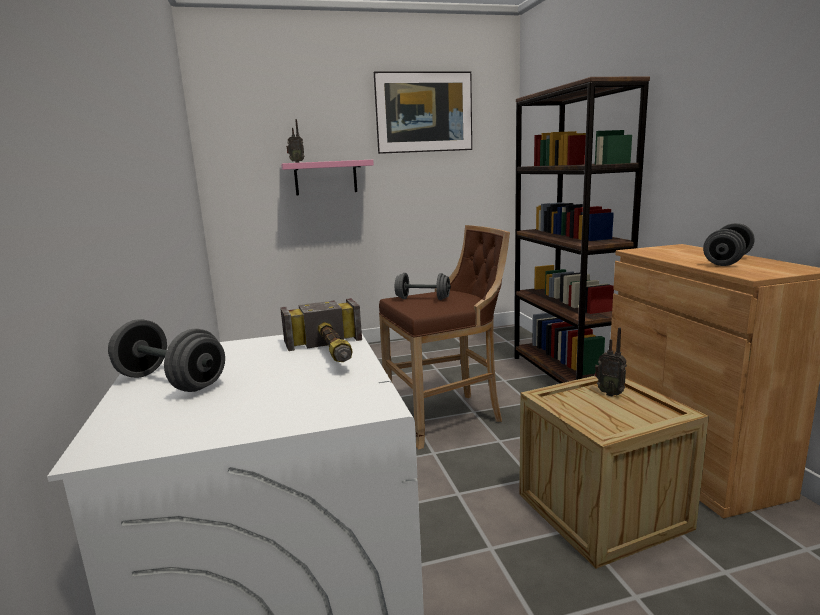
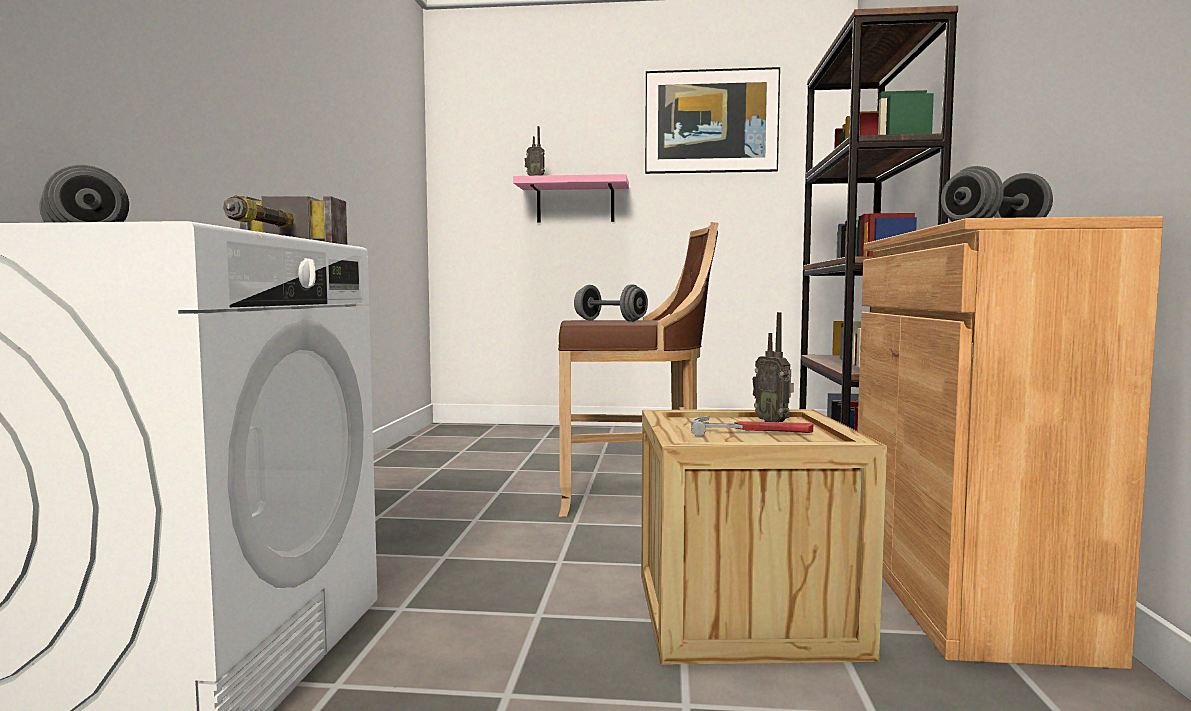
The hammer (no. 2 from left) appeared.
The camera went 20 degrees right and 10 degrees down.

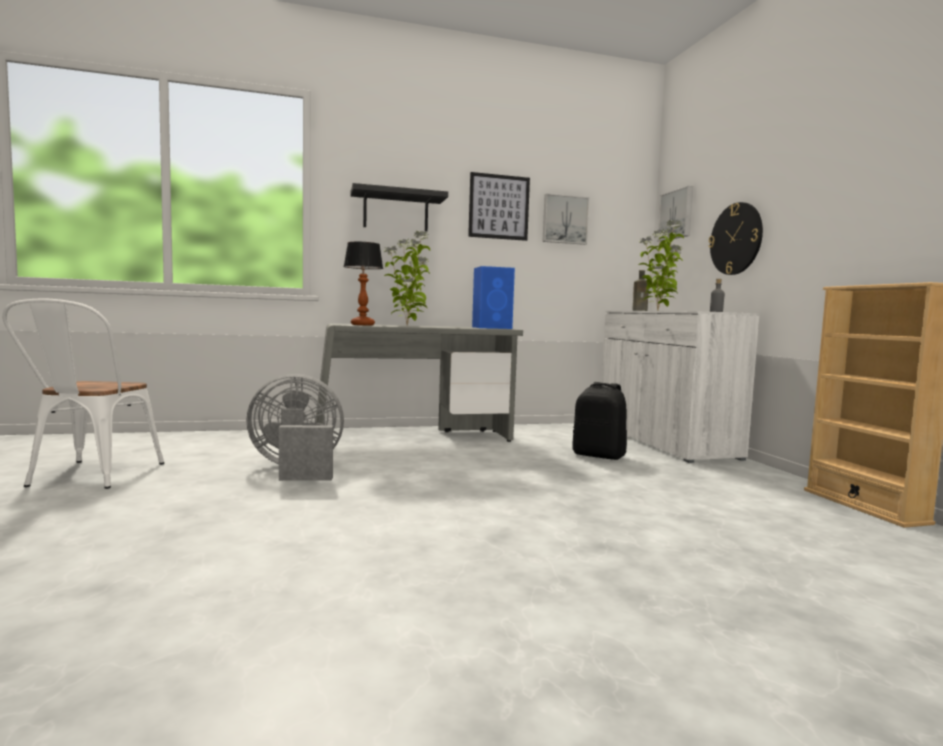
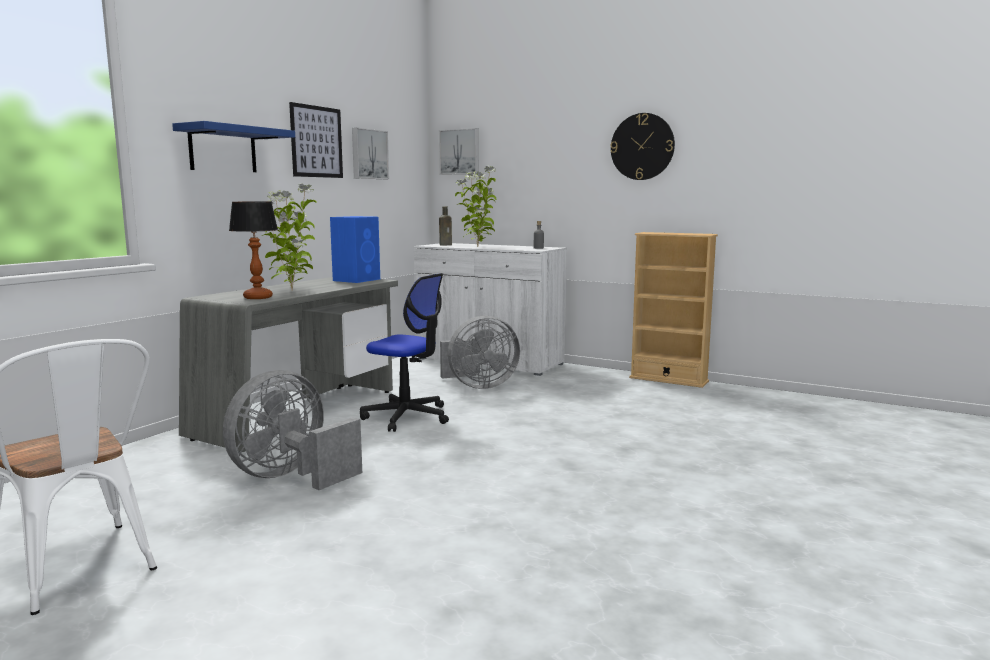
The shelf (black) became the shelf (blue).
The wall clock moved.
The backpack (black) was replaced by the fan (grey) (no. 2 from left).
The office chair appeared.
The camera went 45 degrees left and 5 degrees up.

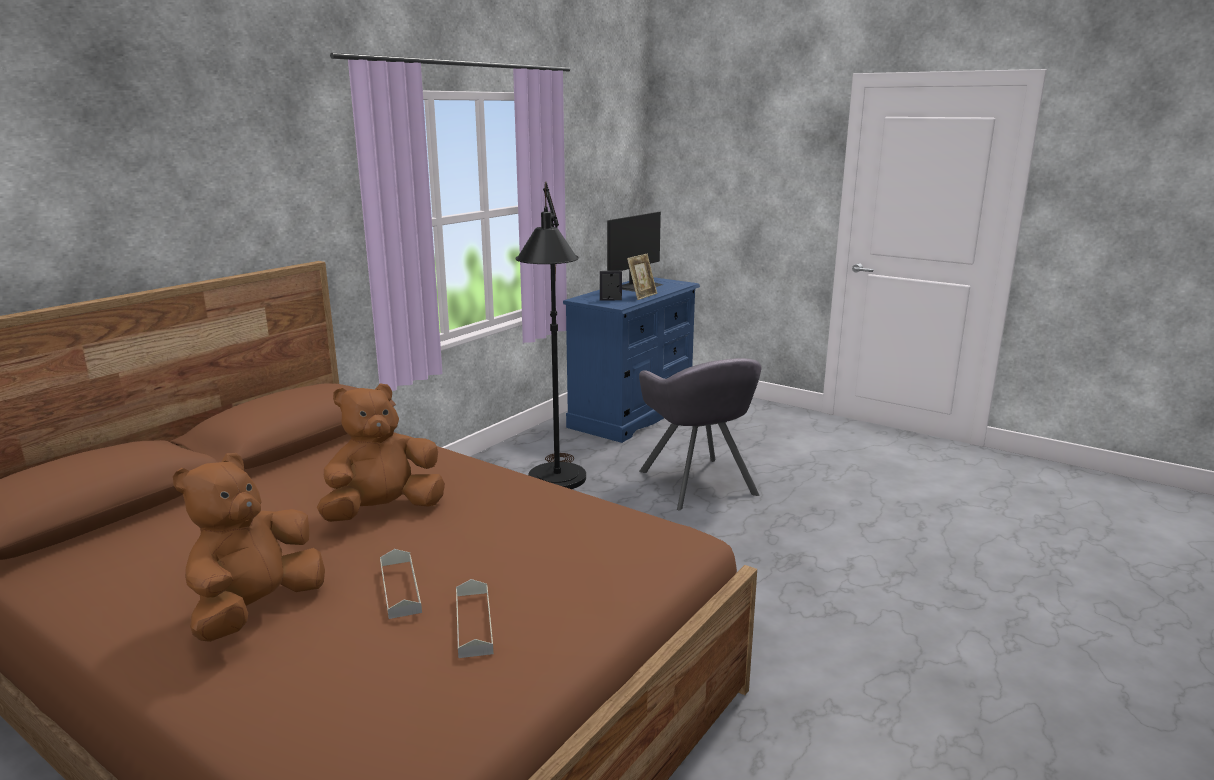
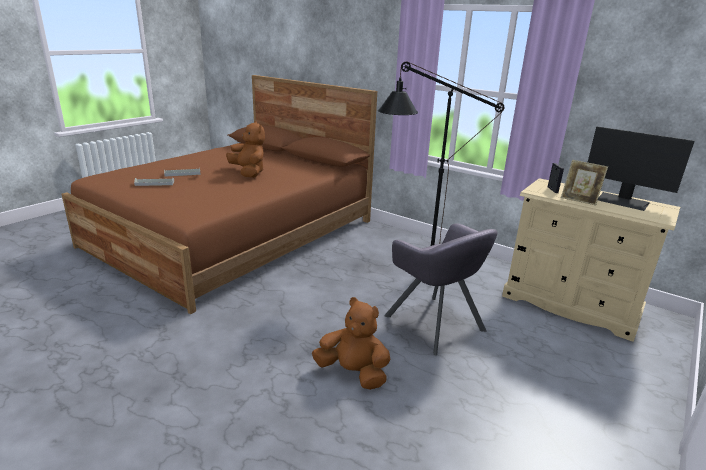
The dresser (blue) became the dresser (beige).
The armchair (grey) turned 105 degrees counterclockwise.
The plush toy (brown) (no. 1 from left in the first image) moved.
The camera went 90 degrees right and 5 degrees up.

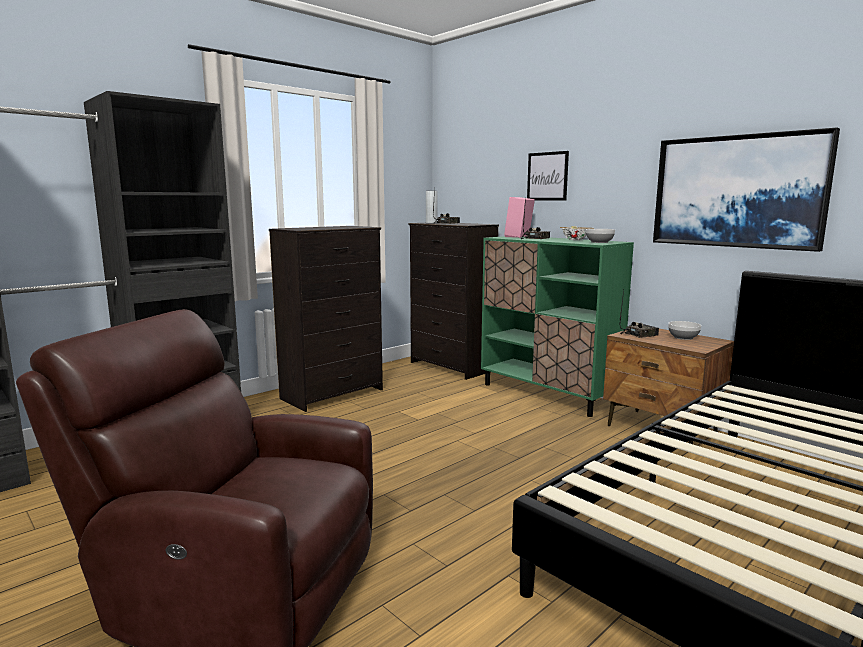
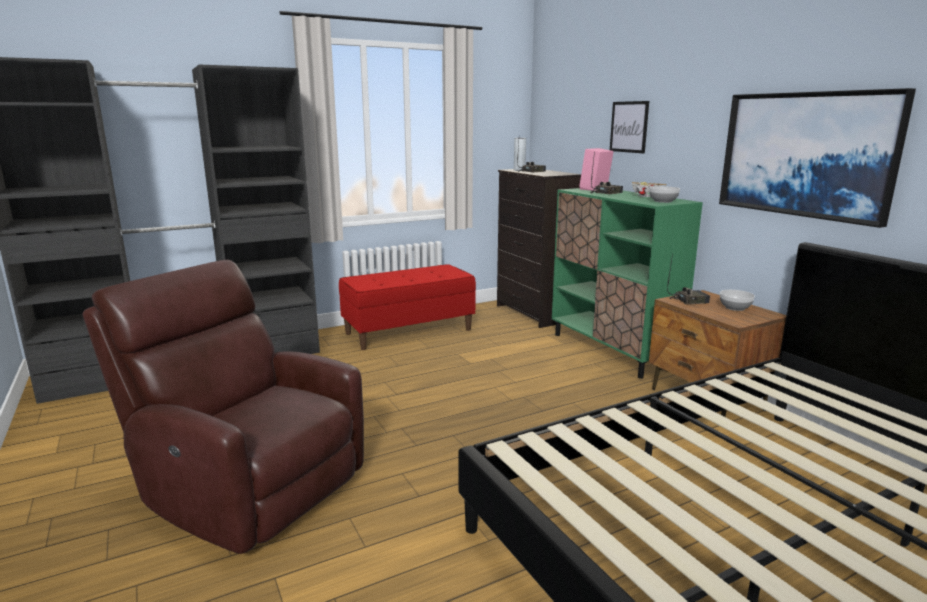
The dresser (black) (no. 1 from left) was replaced by the bench (red).
The camera went 15 degrees right and 5 degrees up.

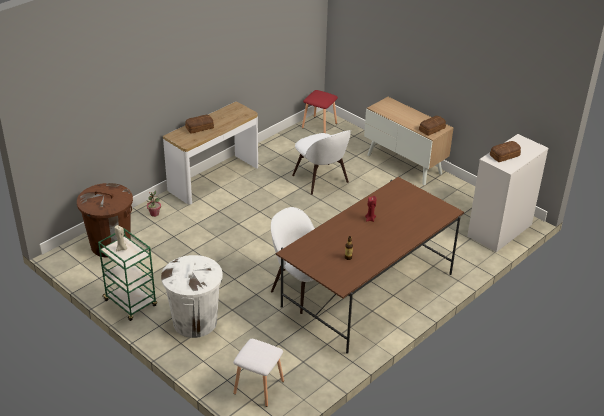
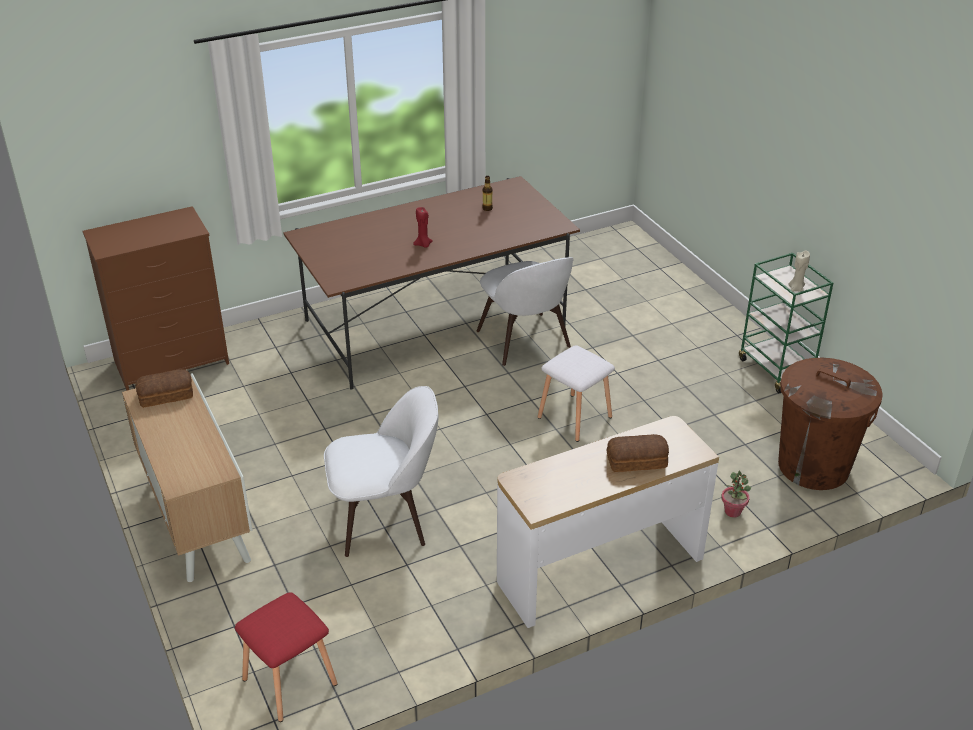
The chair (white) (no. 2 from left in the first image) turned 90 degrees clockwise.
The dresser (white) became the dresser (brown).
The bread (no. 3 from left) disappeared.
The trash can (white) disappeared.
The stool (white) moved.
The camera went 160 degrees left and 0 degrees up.

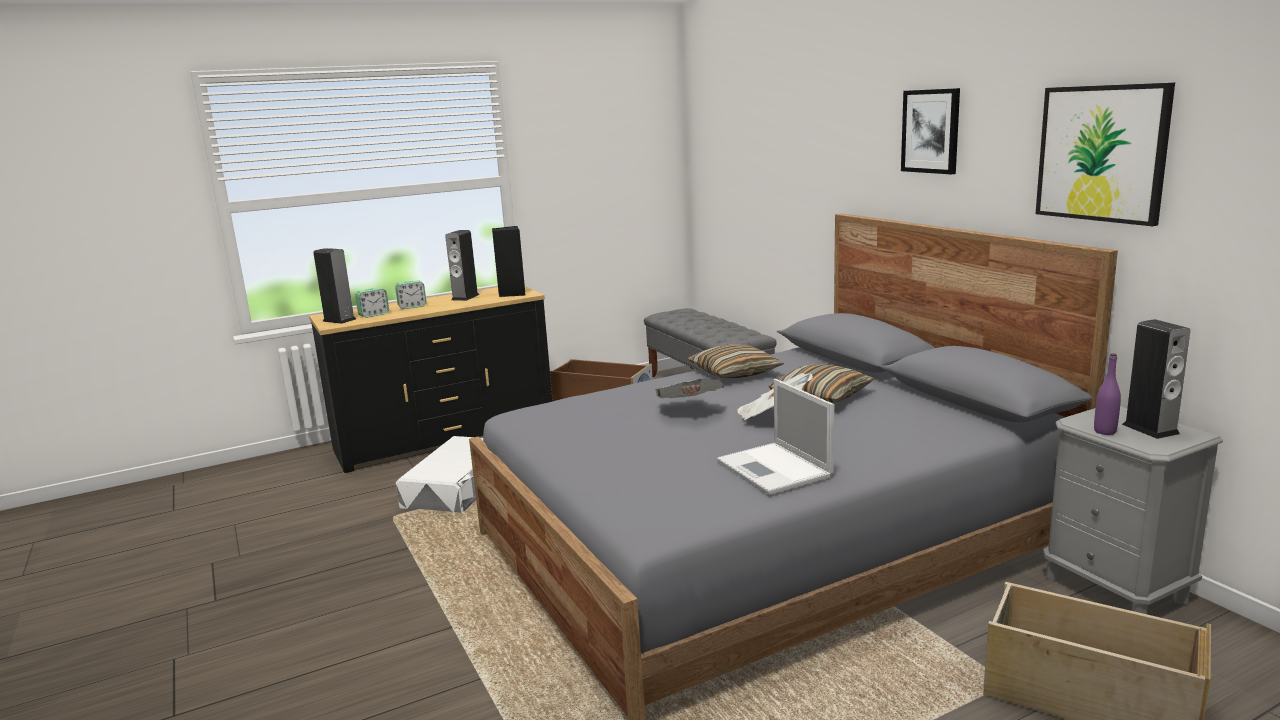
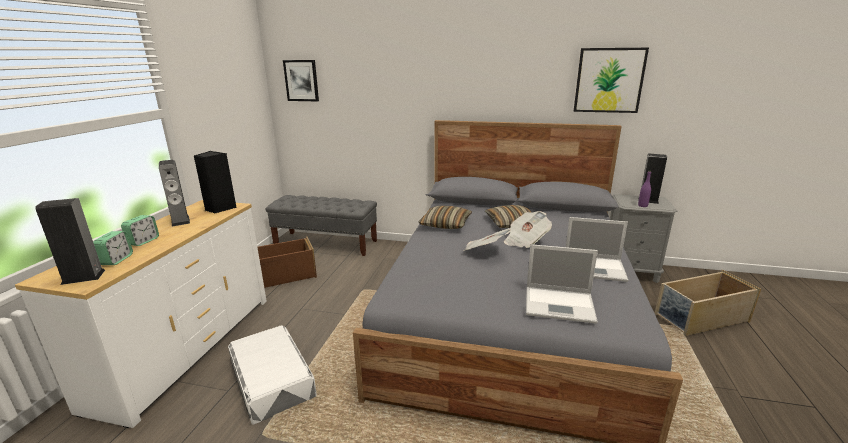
The picture (no. 1 from left) moved.
The dresser (black) became the dresser (white).
The laptop (no. 1 from left) appeared.
The camera went 50 degrees left and 5 degrees up.

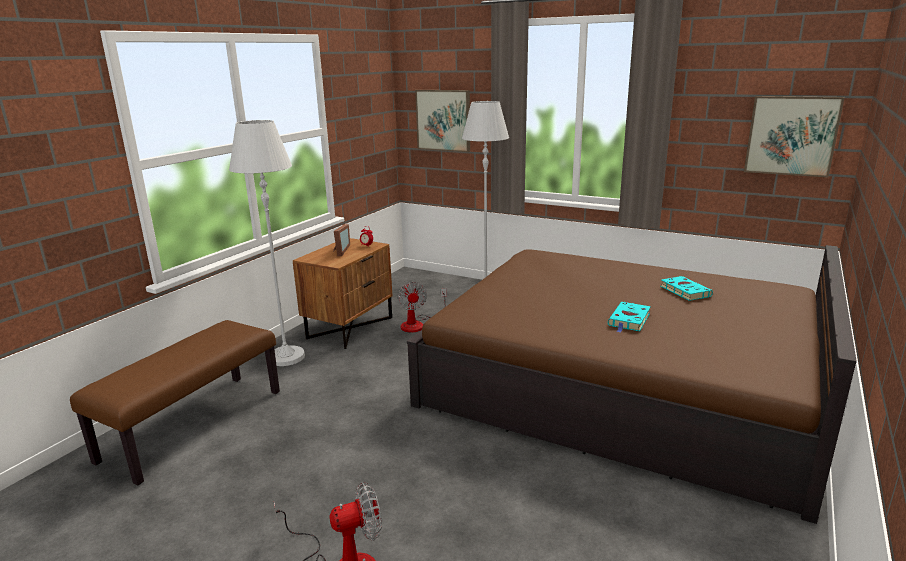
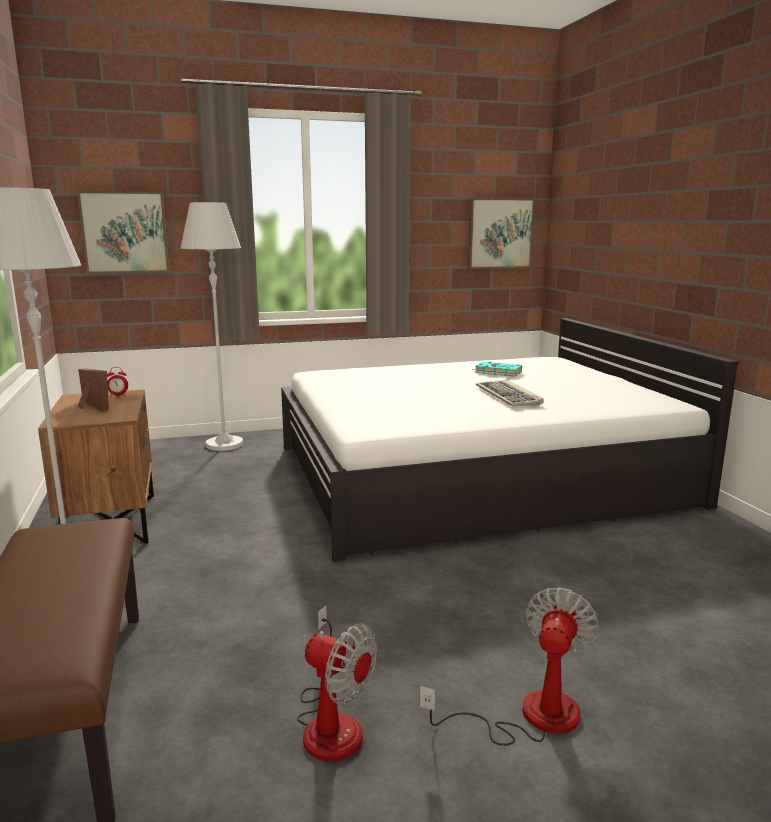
The bed (brown) became the bed (white).
The fan (no. 2 from left in the first image) moved.
The book (turquoise) (no. 1 from left) was replaced by the keyboard.
The camera went 45 degrees left and 5 degrees down.

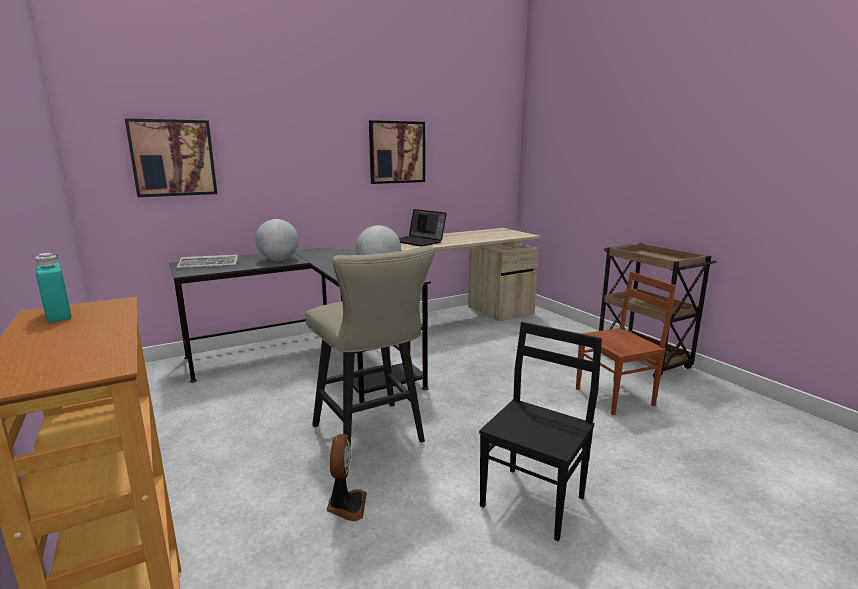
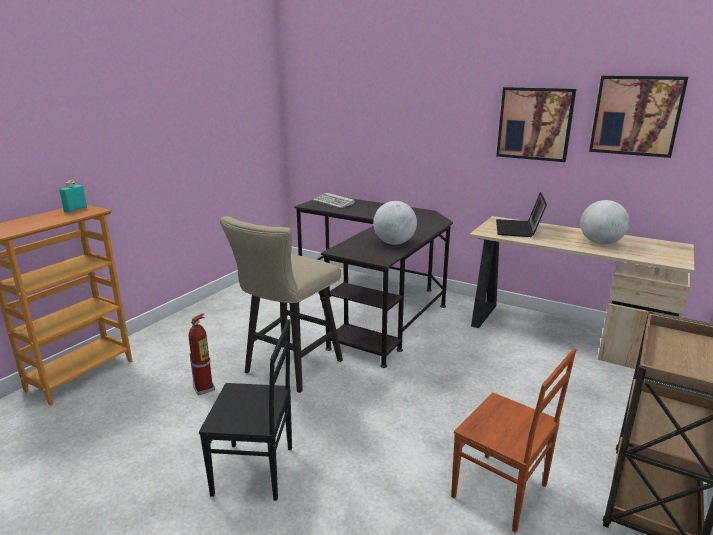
The picture (no. 1 from left in the first image) moved.
The globe (no. 1 from left in the first image) moved.
The fan was replaced by the fire extinguisher.
The camera went 60 degrees right and 5 degrees up.

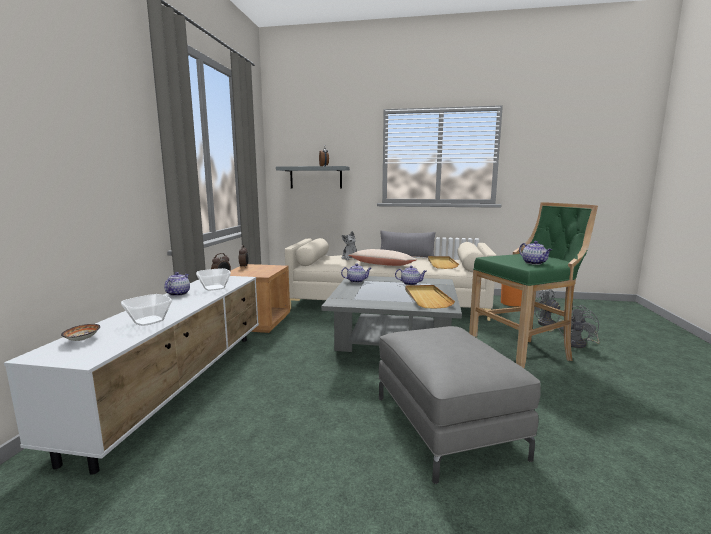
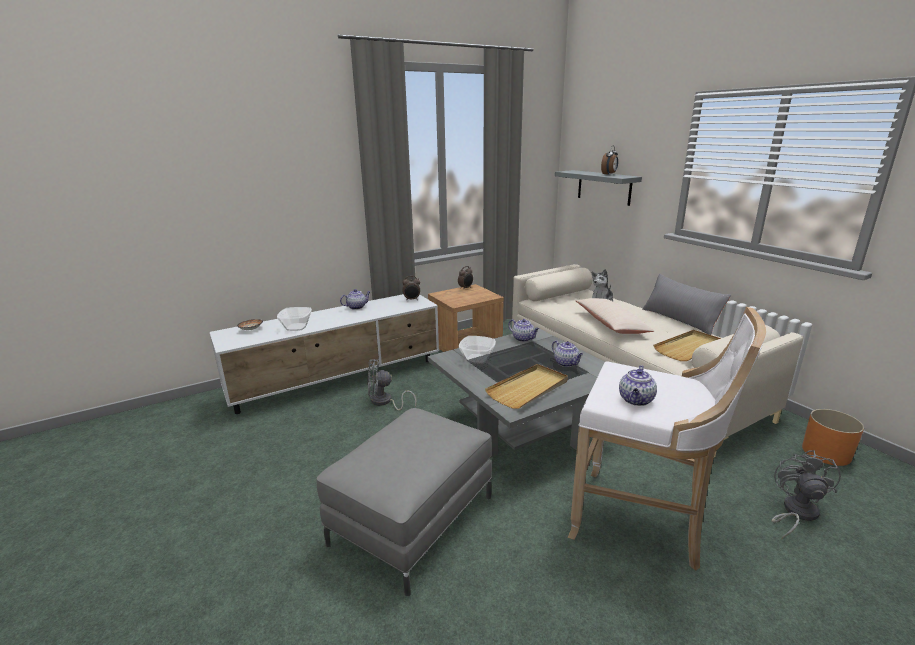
The stool (green) became the stool (white).
The bowl (no. 3 from left) moved.
The fan (grey) (no. 2 from left in the first image) moved.
The camera went 50 degrees right and 10 degrees up.

